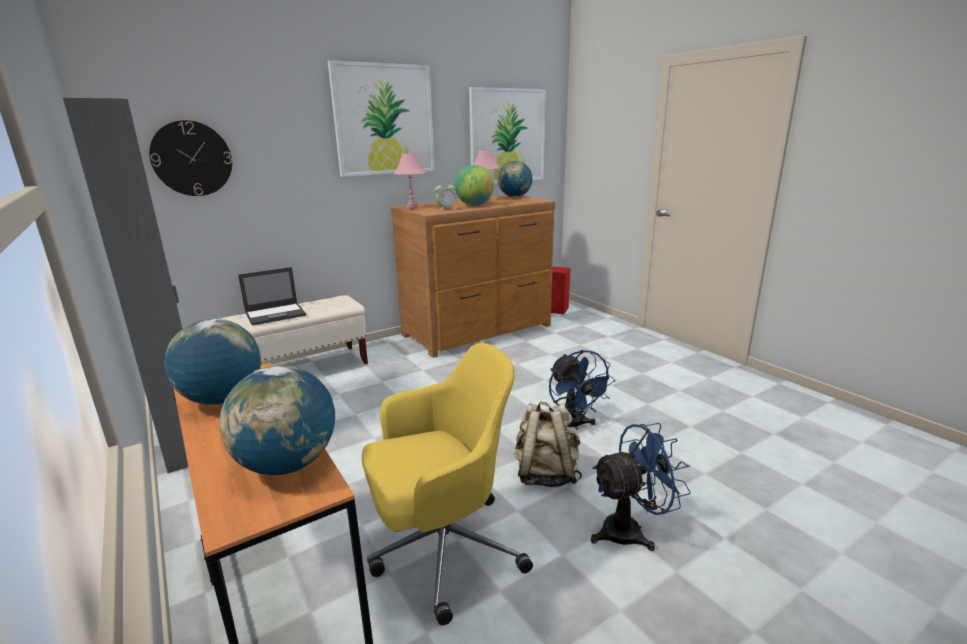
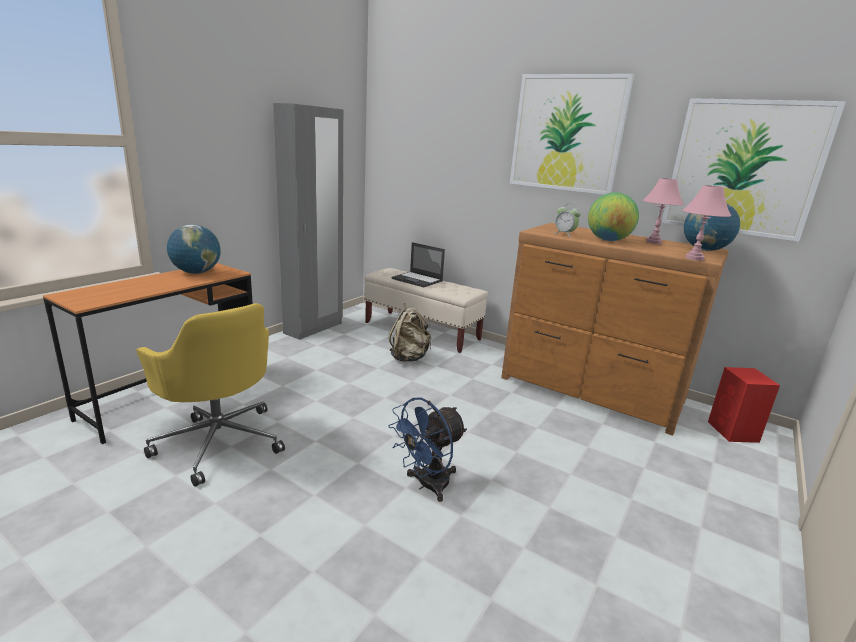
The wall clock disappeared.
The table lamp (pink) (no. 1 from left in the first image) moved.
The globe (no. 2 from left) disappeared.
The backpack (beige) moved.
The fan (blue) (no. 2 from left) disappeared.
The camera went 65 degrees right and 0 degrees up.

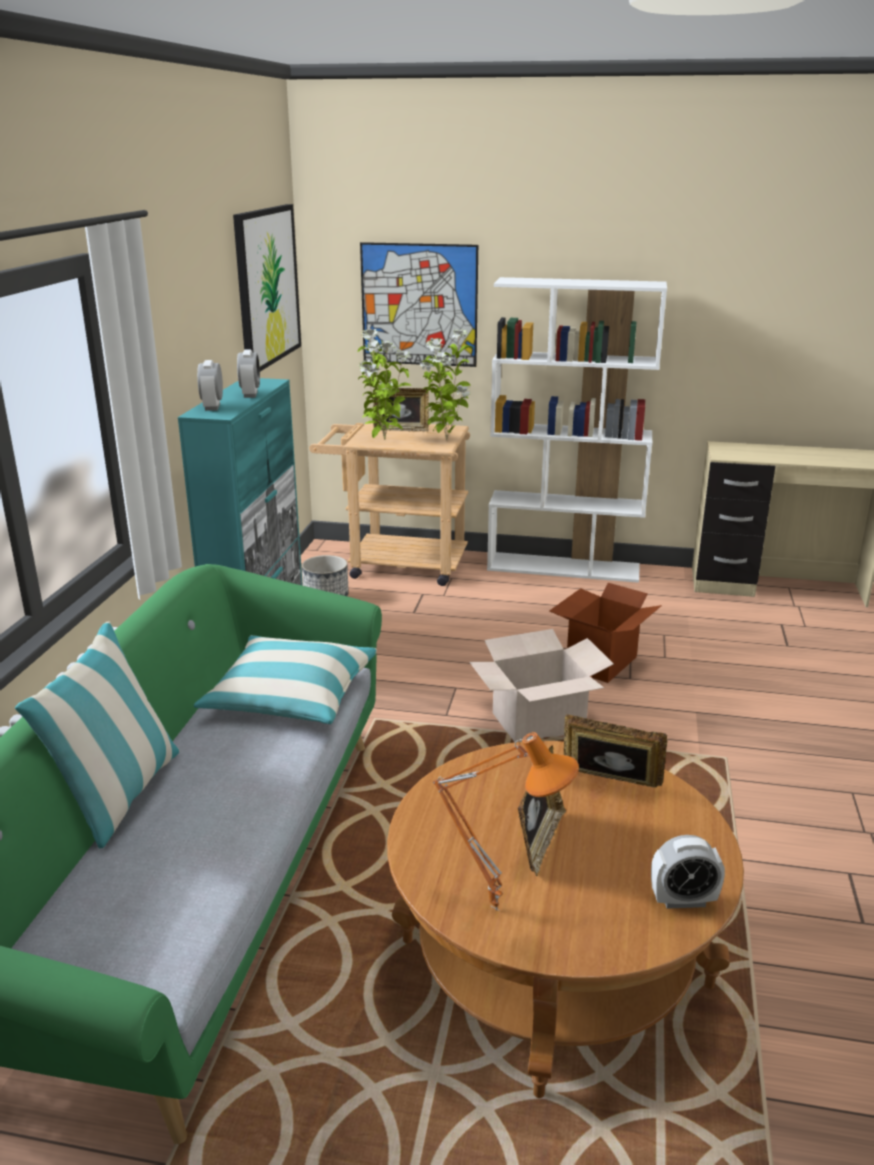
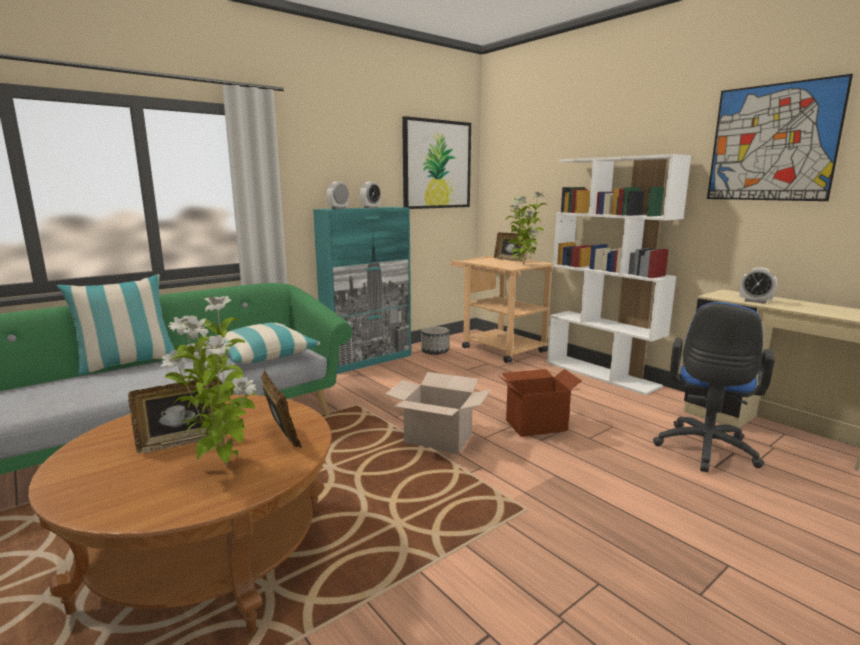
The picture (no. 2 from left) moved.
The potted plant (no. 1 from left) moved.
The table lamp (orange) disappeared.
The alarm clock (no. 3 from left) moved.
The office chair (blue) appeared.
The camera went 40 degrees right and 10 degrees down.

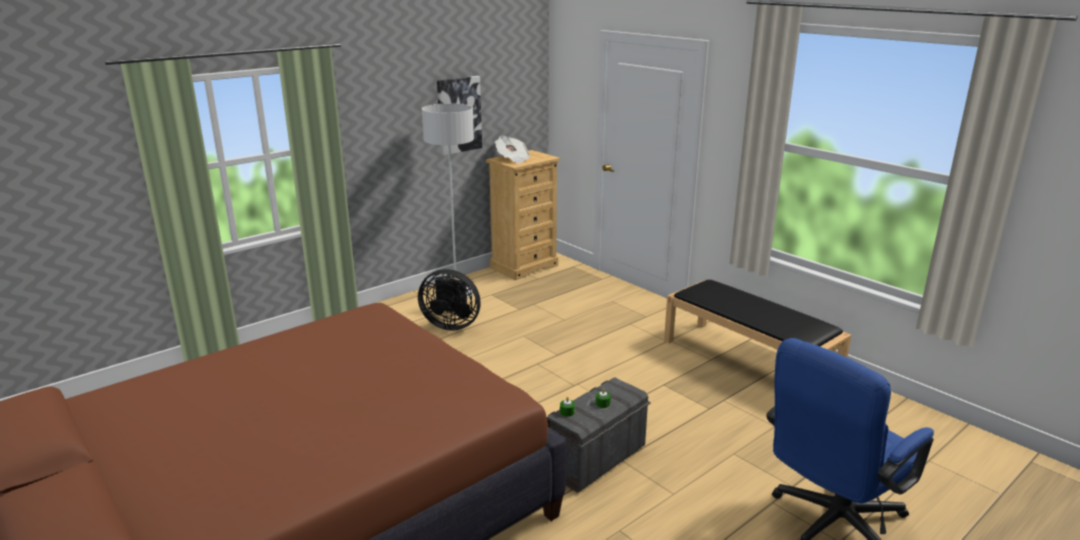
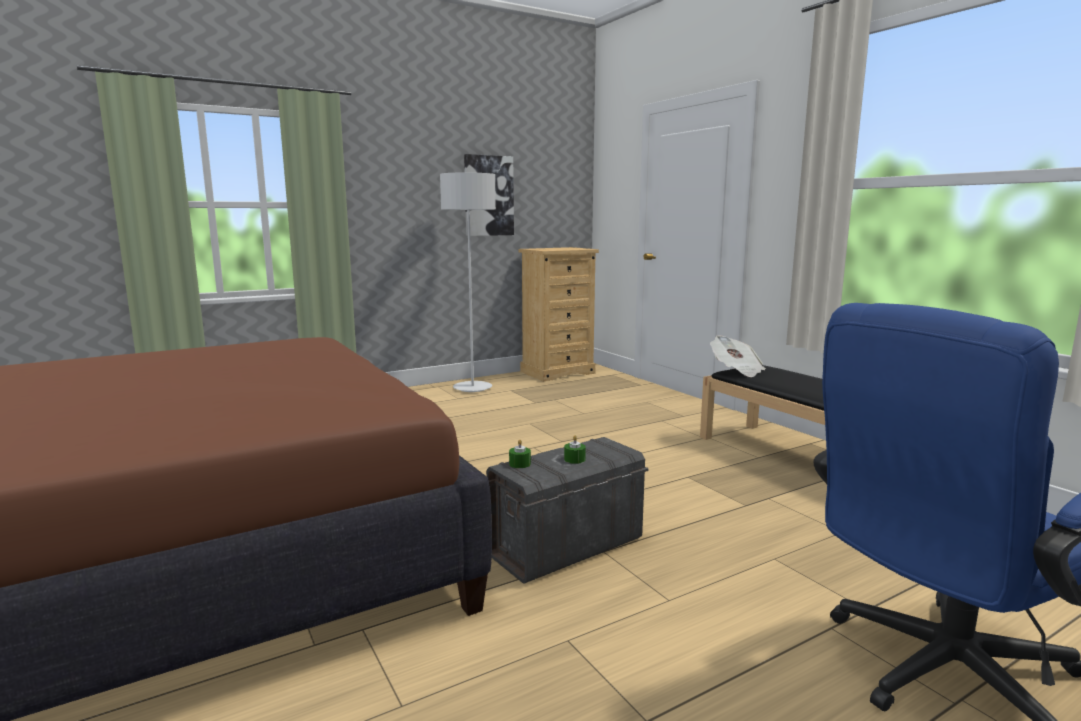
The newspaper moved.
The fan (black) disappeared.
The camera went 10 degrees right and 10 degrees down.

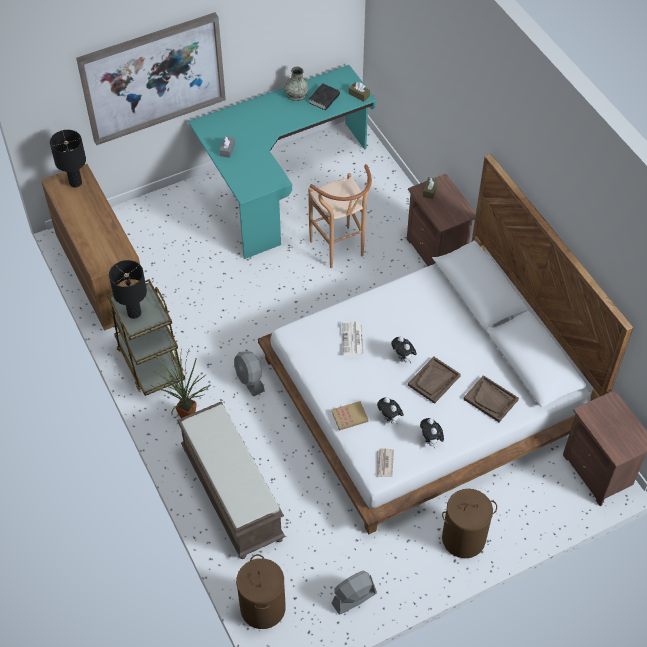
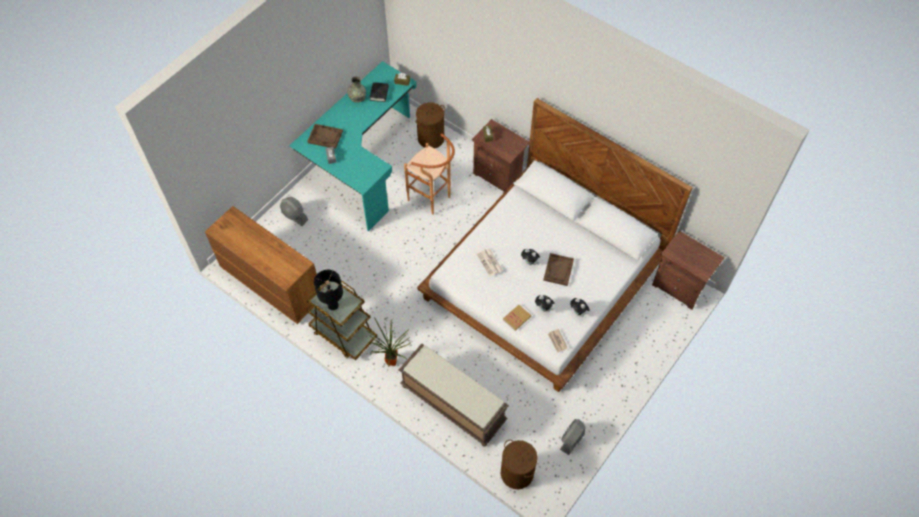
The picture disappeared.
The table lamp (black) (no. 1 from left) disappeared.
The fan (grey) (no. 1 from left) moved.
The tray (brown) (no. 2 from left in the first image) moved.
The laundry basket (brown) (no. 2 from left in the first image) moved.
The camera went 25 degrees left and 5 degrees up.

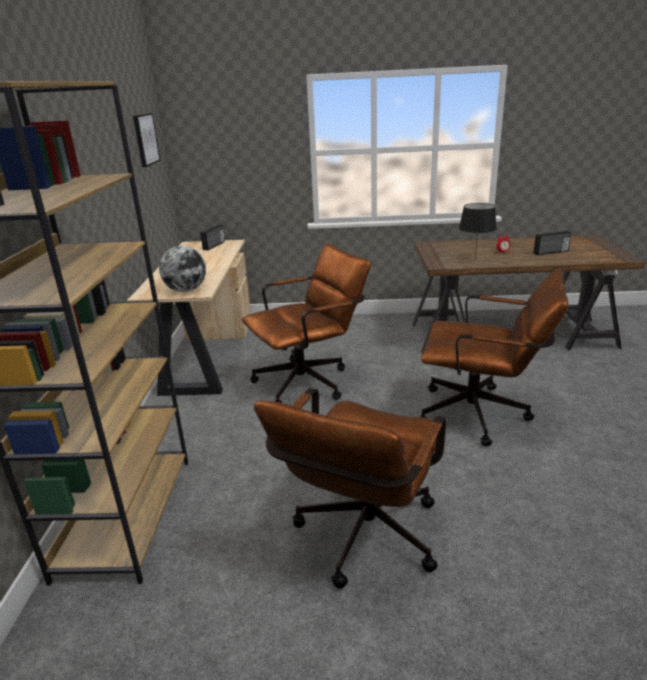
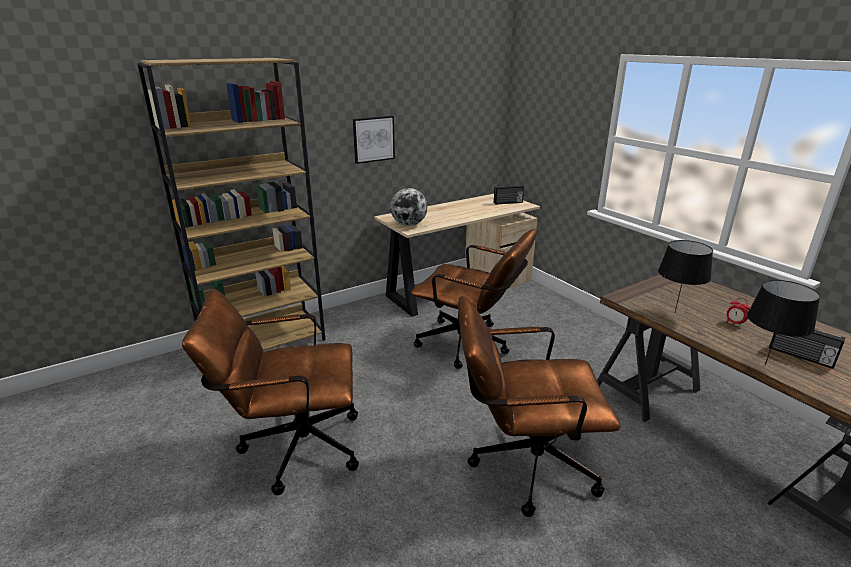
The picture moved.
The office chair (brown) (no. 3 from left) turned 105 degrees clockwise.
The table lamp (black) (no. 2 from left) appeared.
The camera went 55 degrees right and 0 degrees up.

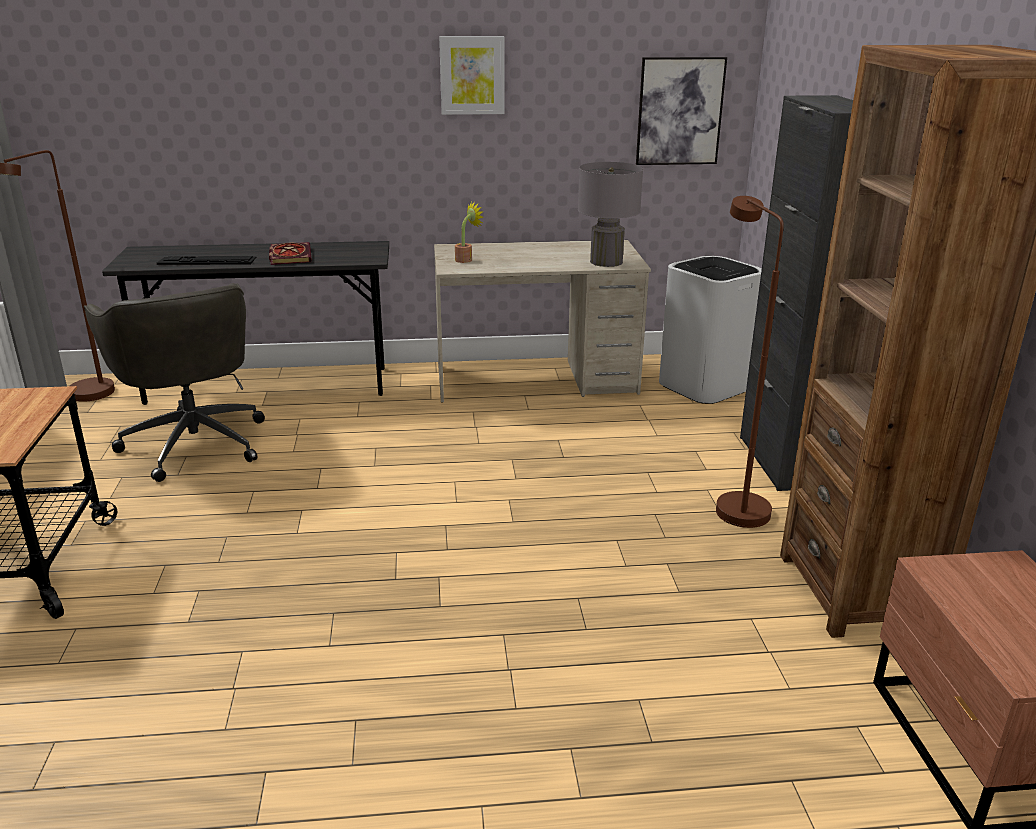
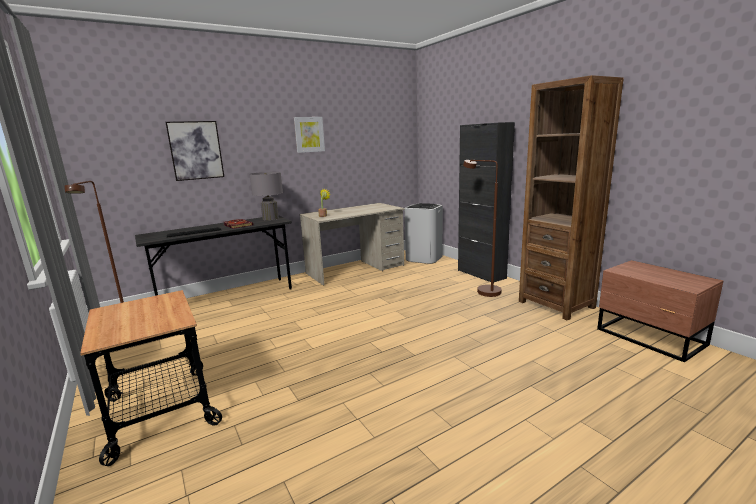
The picture (no. 2 from left in the first image) moved.
The table lamp (grey) moved.
The office chair (grey) disappeared.
The camera went 25 degrees left and 10 degrees down.

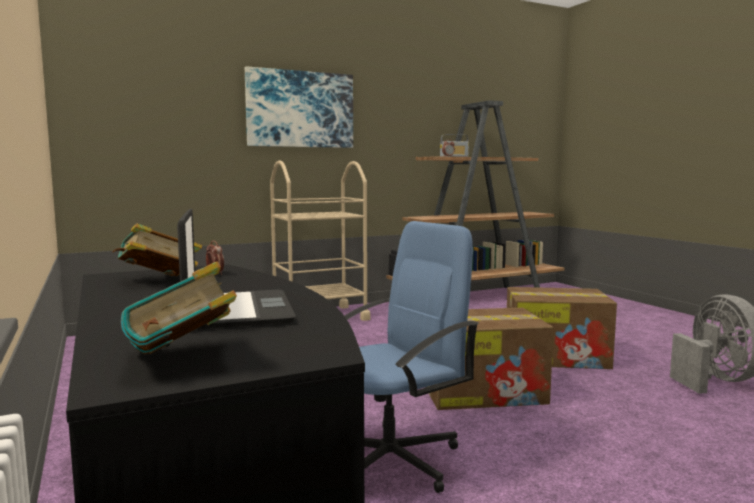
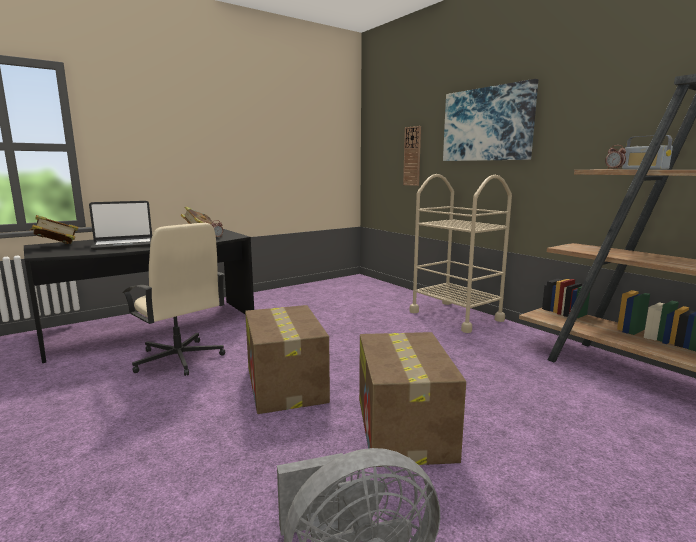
The office chair (blue) became the office chair (beige).
The wall clock appeared.
The camera went 80 degrees right and 5 degrees up.

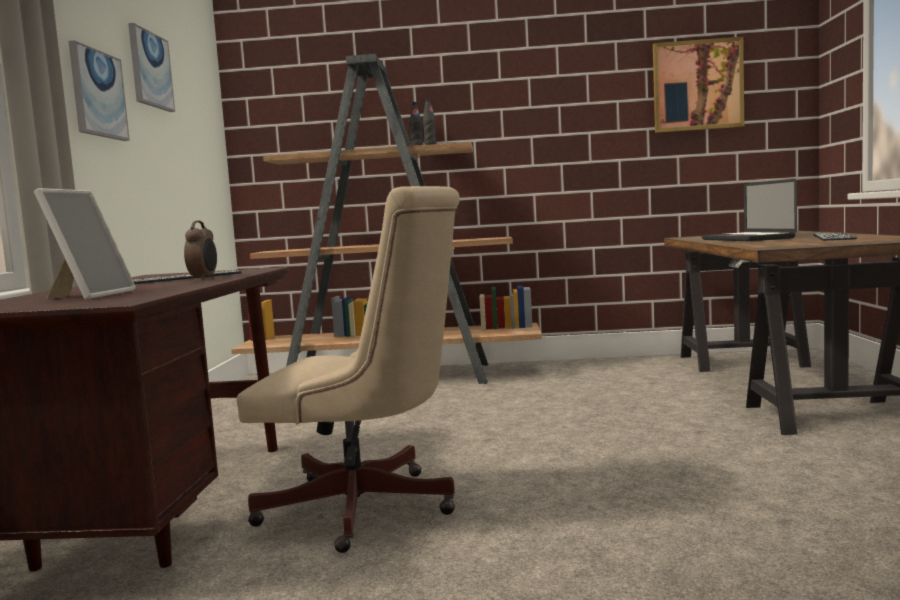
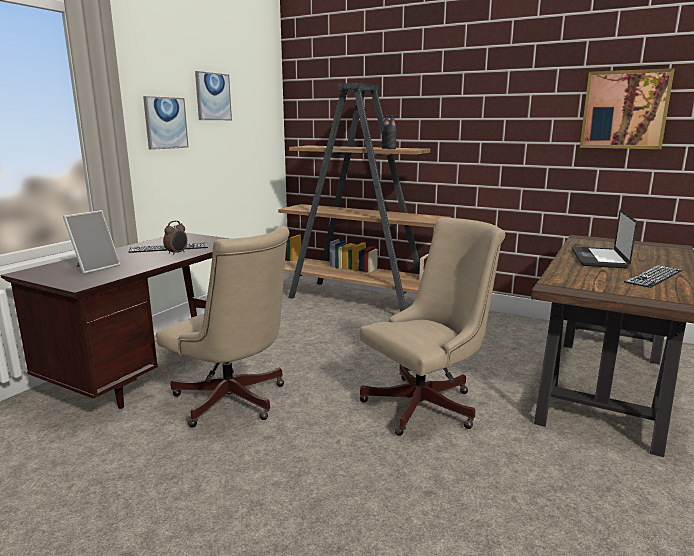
The office chair (beige) (no. 2 from left) appeared.
The camera went 25 degrees right and 10 degrees up.

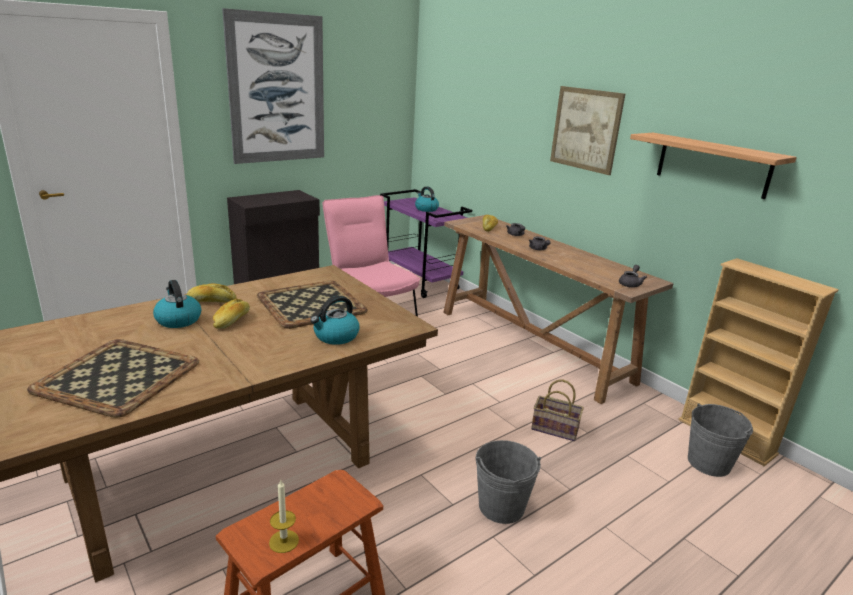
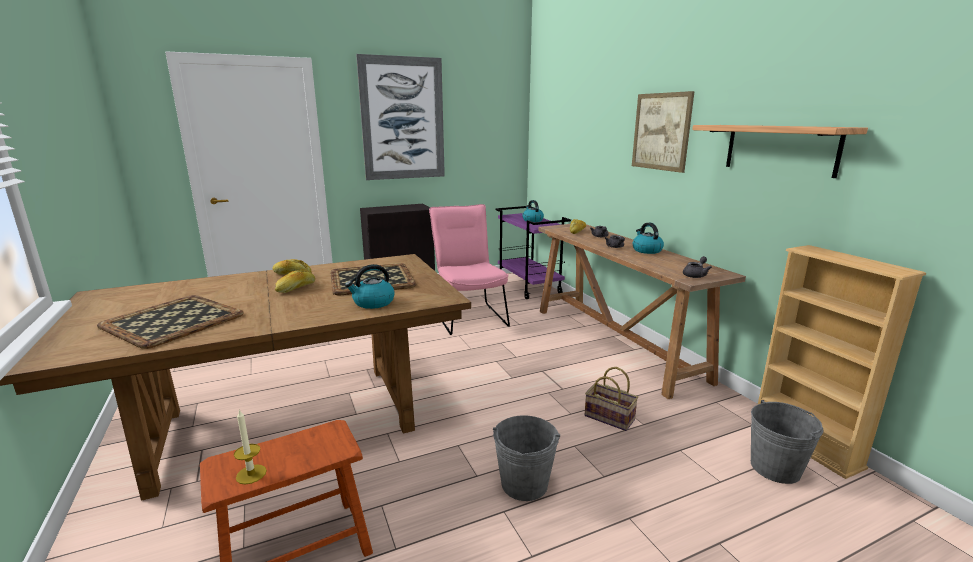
The kettle (no. 1 from left in the first image) moved.
The camera went 15 degrees right and 5 degrees down.

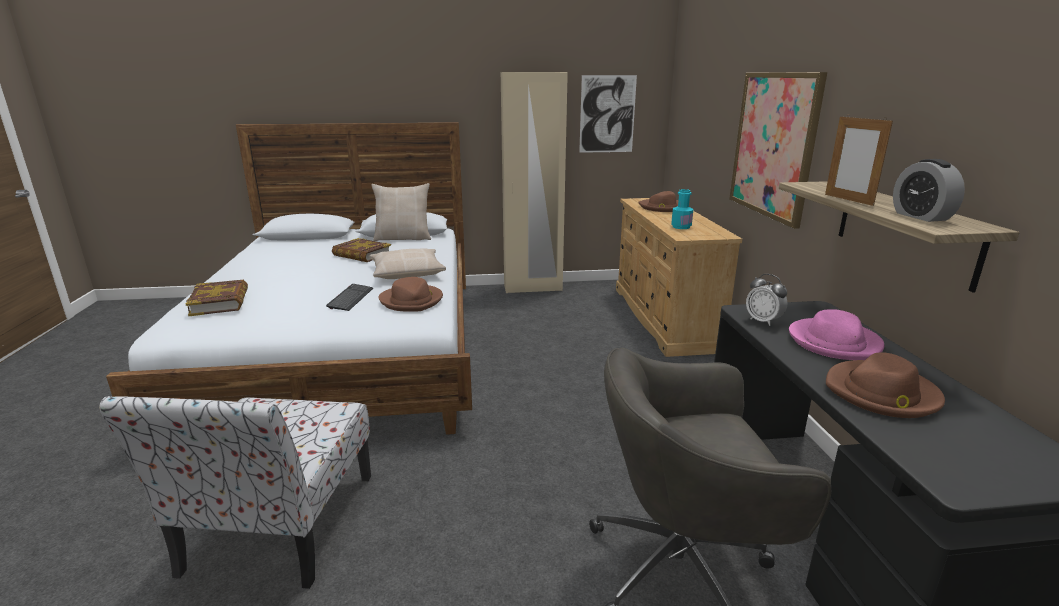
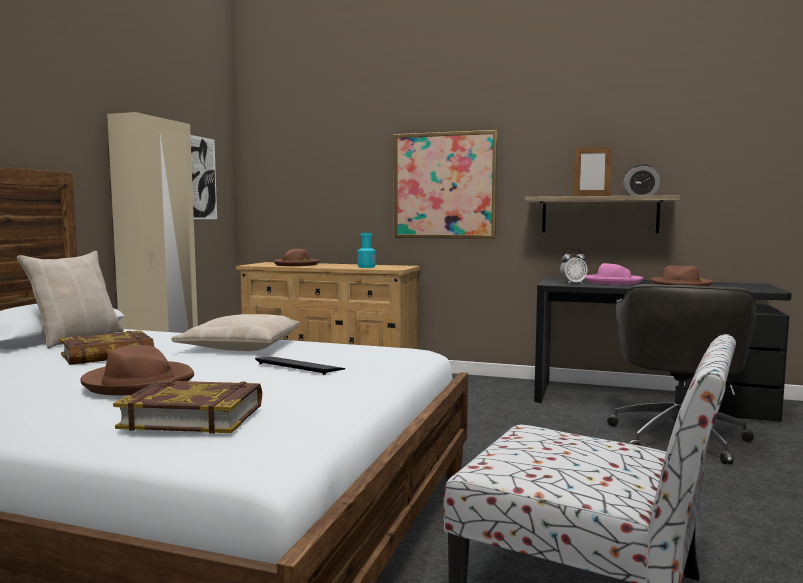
The hat (brown) (no. 1 from left) moved.
The camera went 65 degrees left and 15 degrees down.

